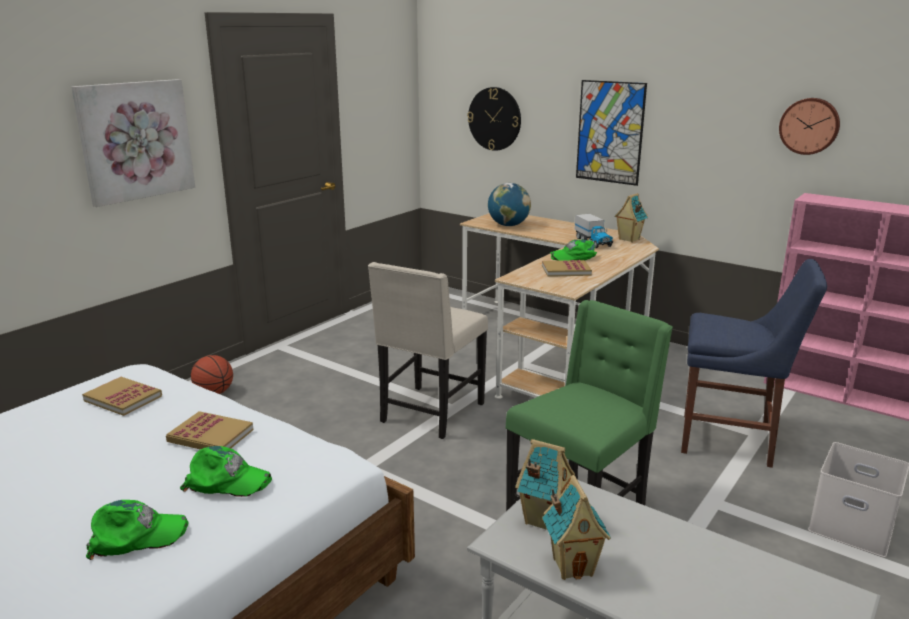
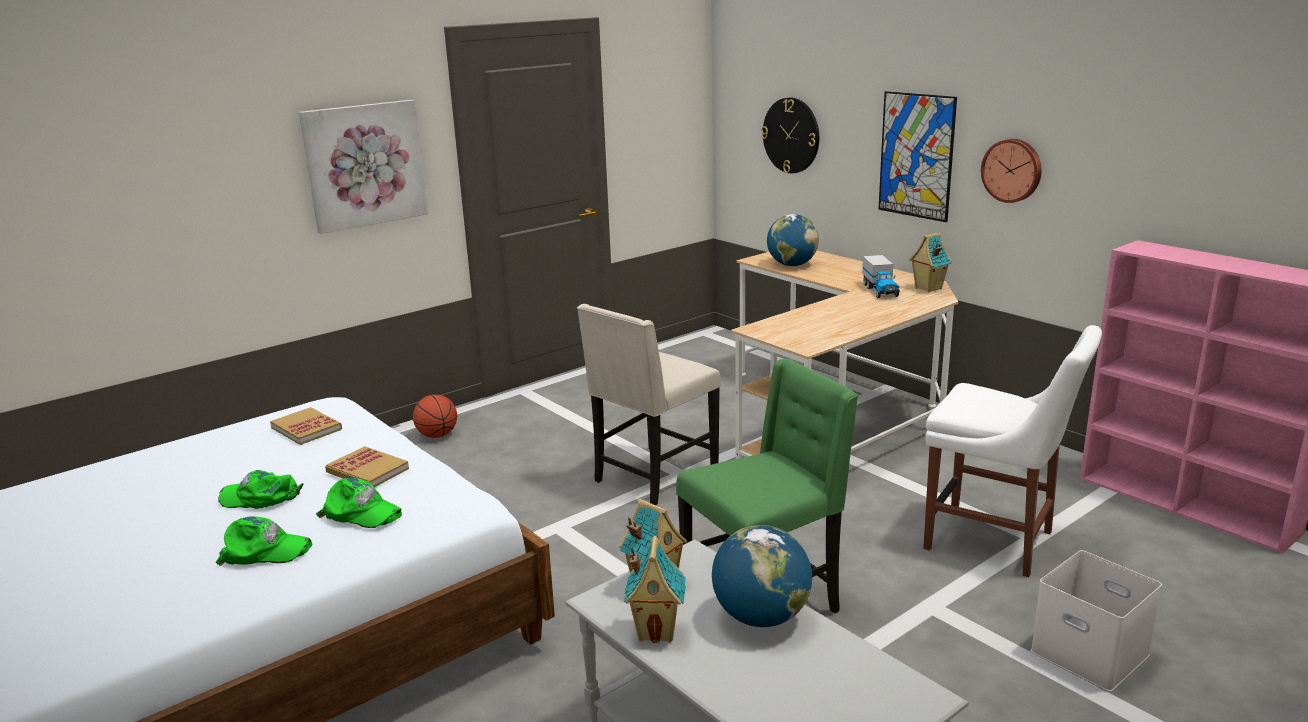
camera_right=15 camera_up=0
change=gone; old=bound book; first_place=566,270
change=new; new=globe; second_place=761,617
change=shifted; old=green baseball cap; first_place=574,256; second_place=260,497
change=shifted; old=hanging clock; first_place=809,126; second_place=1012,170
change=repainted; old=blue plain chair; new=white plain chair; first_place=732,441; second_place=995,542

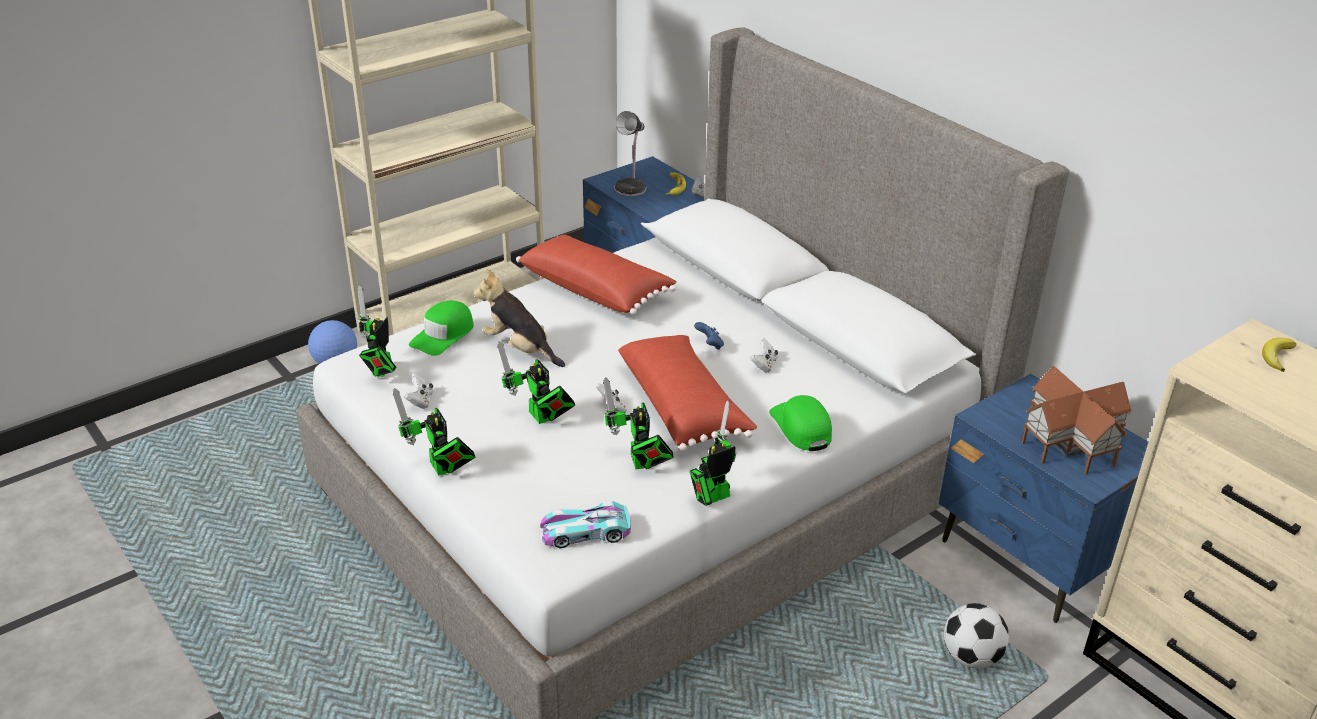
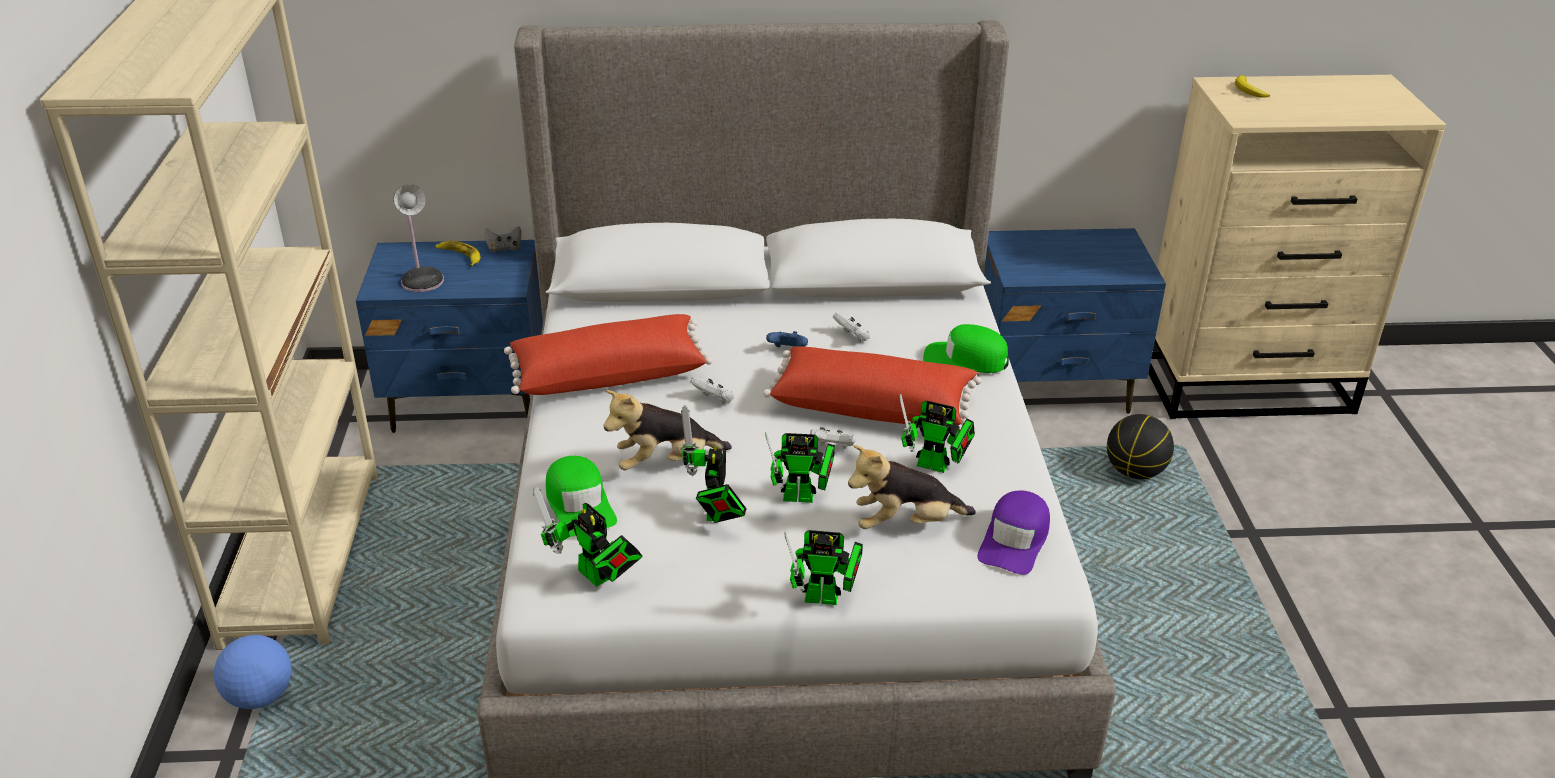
camera_right=-55 camera_up=0
change=gone; old=toy house; first_place=1070,443
change=new; new=cuddly toy; second_place=905,524
change=shifted; old=white joypad; first_place=420,401; second_place=714,400
change=shifted; old=model robot; first_place=711,498; second_place=715,515
change=swapped; old=miniature car; new=purple baseball cap; first_place=585,532; second_place=1015,540
change=swapped; old=football ball; new=basketball ball; first_place=971,657; second_place=1135,472

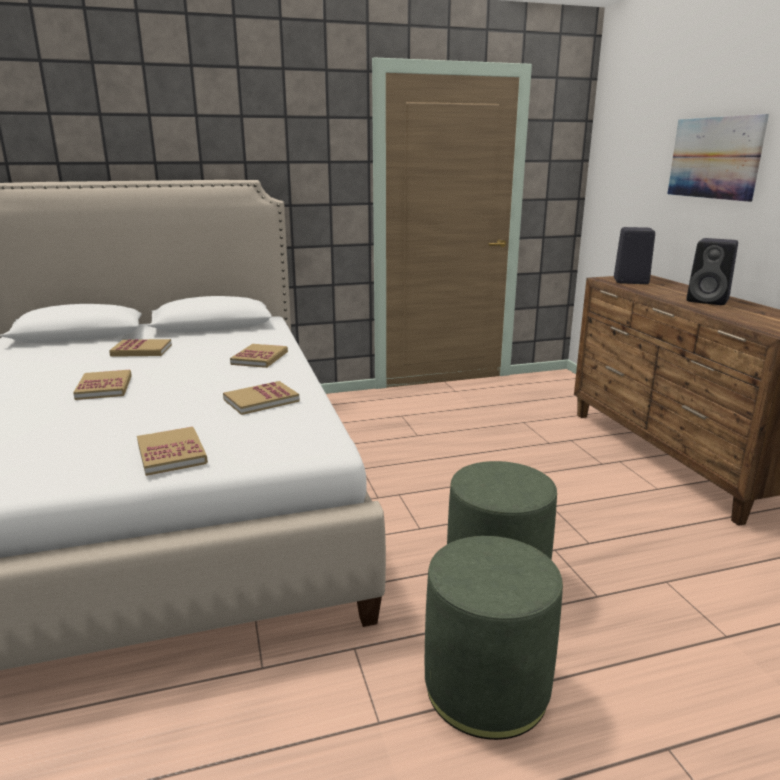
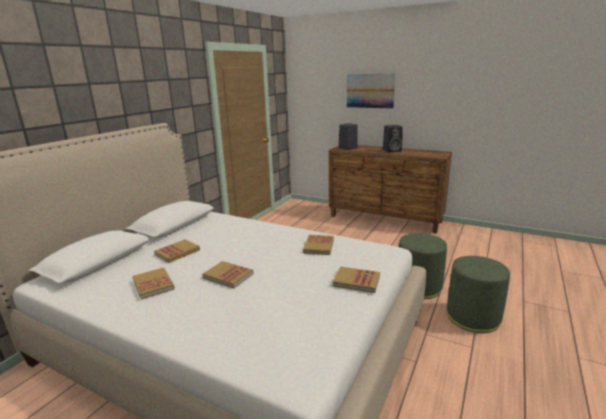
camera_right=-45 camera_up=0
change=shifted; old=bound book; first_place=260,358; second_place=153,284

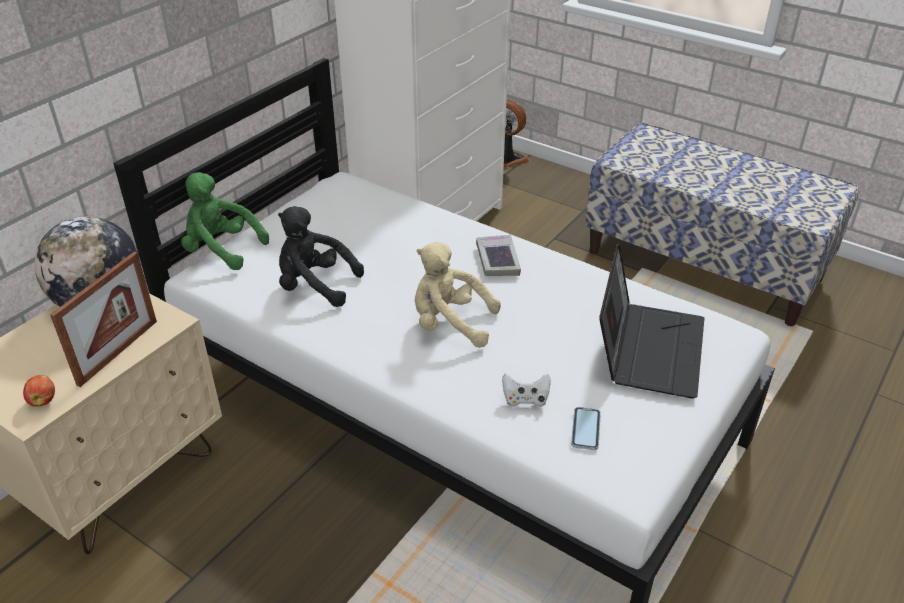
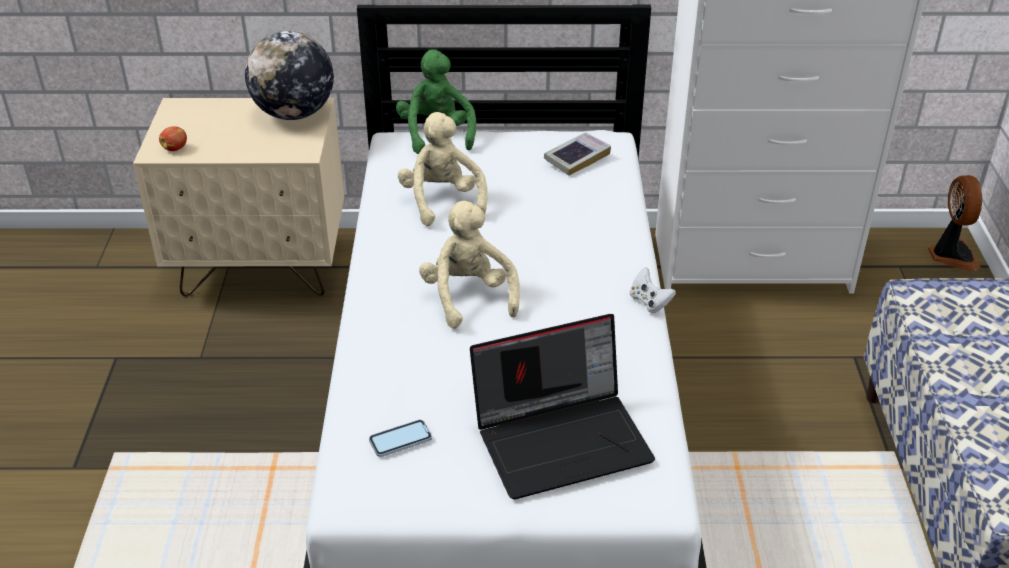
camera_right=55 camera_up=0
change=gone; old=standing frame; first_place=118,352
change=shifted; old=bound book; first_place=497,260; second_place=577,158
change=shifted; old=white joypad; first_place=525,399; second_place=649,302
change=repainted; old=black cuddly toy; new=sand-coloured cuddly toy; first_place=315,286; second_place=442,201

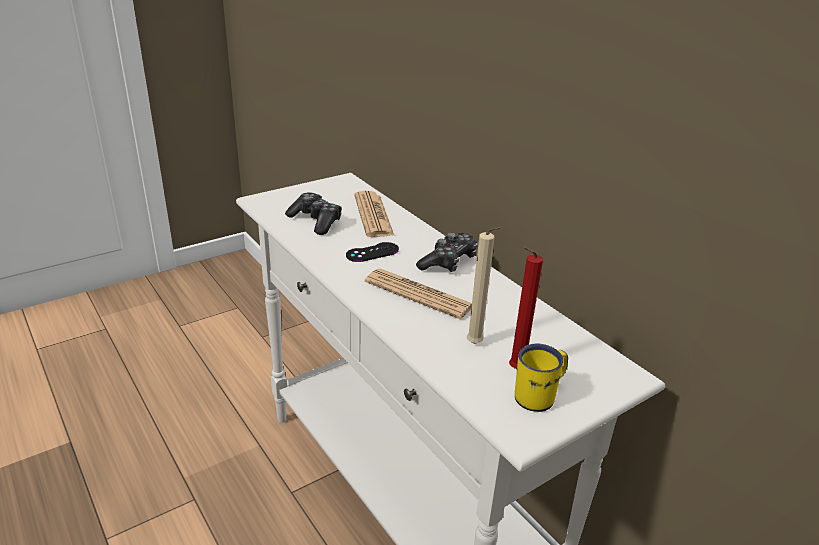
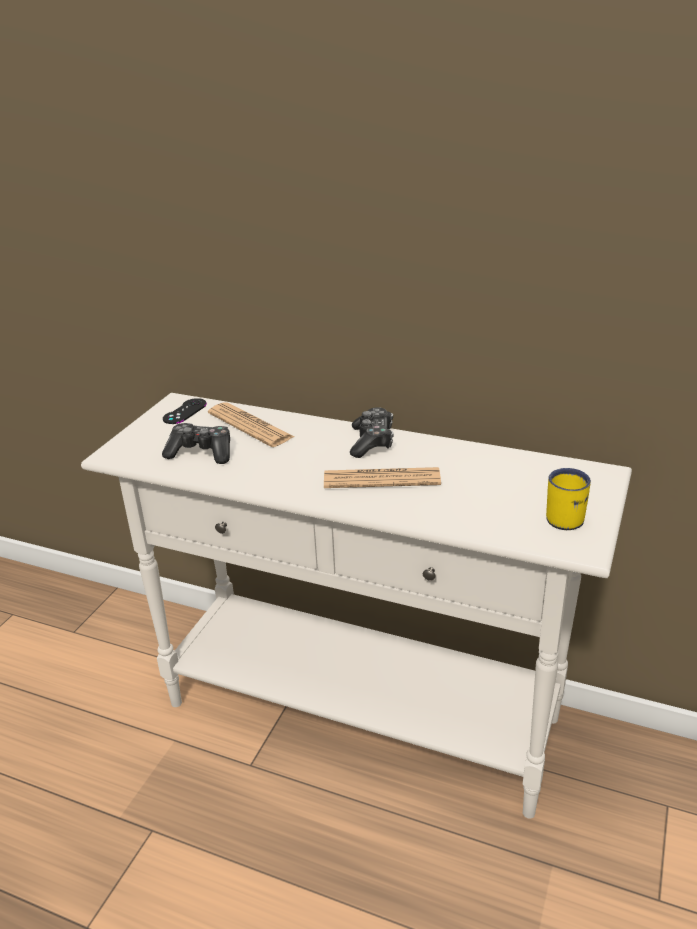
camera_right=-30 camera_up=0
change=gone; old=sand-coloured wax candle; first_place=476,345
change=gone; old=red-coloured wax candle; first_place=514,370
change=shifted; old=black joypad; first_place=372,252; second_place=185,411

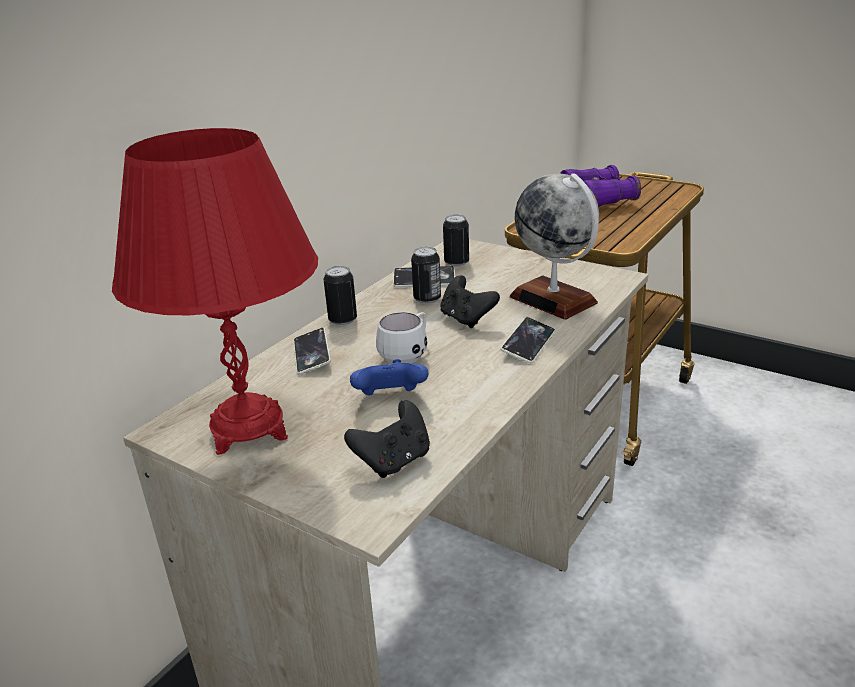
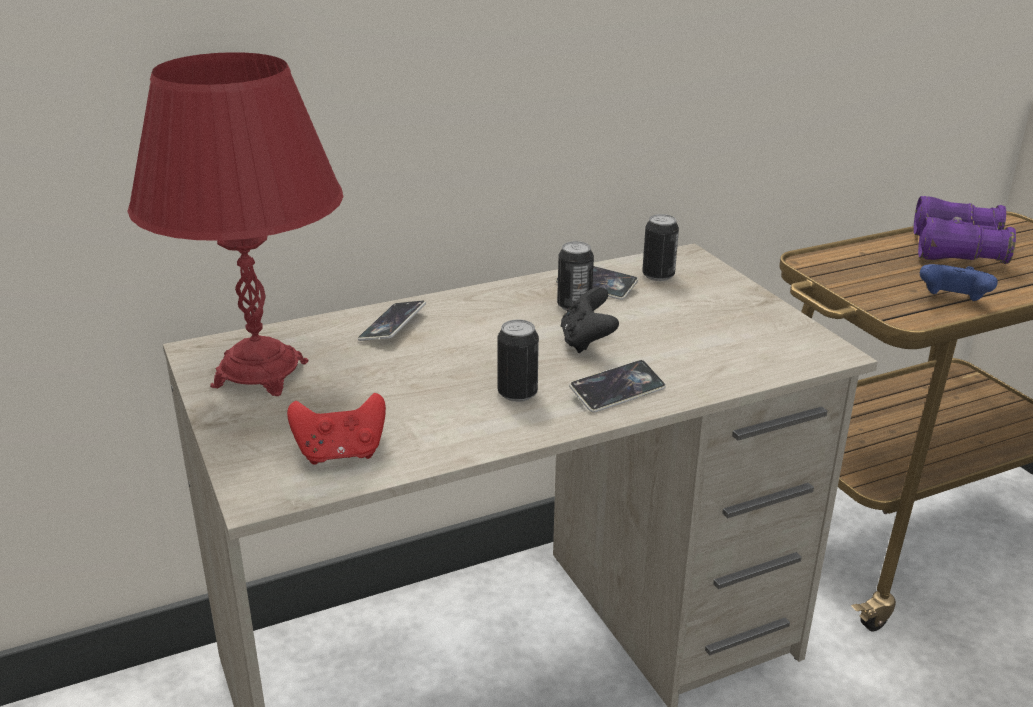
camera_right=30 camera_up=0
change=gone; old=white coffee mug; first_place=408,355
change=gone; old=globe; first_place=553,300
change=shifted; old=can; first_place=343,320; second_place=517,393
change=shifted; old=blue joypad; first_place=390,398; second_place=952,301
change=repainted; old=black joypad; new=red-coloured joypad; first_place=394,461; second_place=340,453

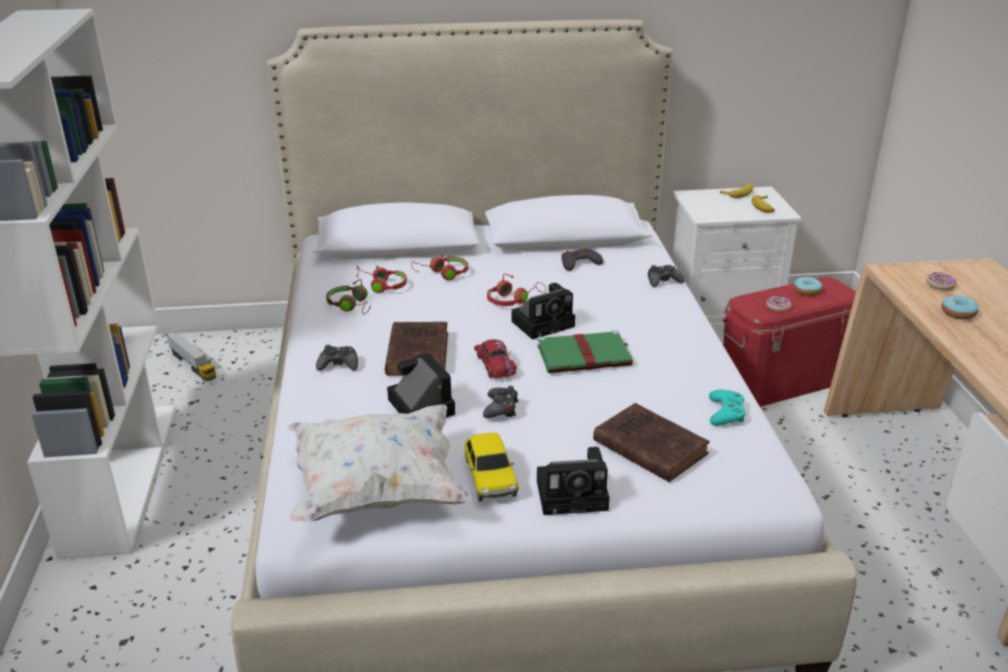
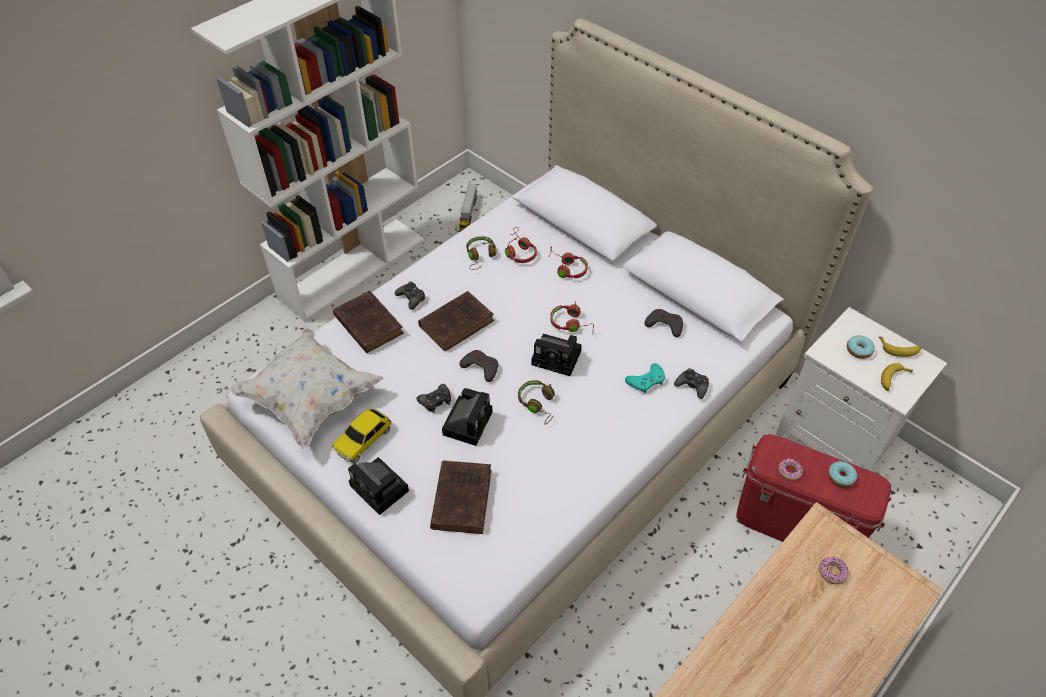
camera_right=50 camera_up=20
change=new; new=brown bound book; second_place=367,323
change=shifted; old=still camera; first_place=419,405; second_place=468,421
change=shifted; old=turquoise joypad; first_place=726,412; second_place=646,381
change=shifted; old=doughnut; first_place=958,313; second_place=859,350
change=swapped; old=red-coloured miniature car; new=grey joypad; first_place=495,365; second_place=480,367
change=swapped; old=green bound book; new=brown pair of headphones; first_place=585,356; second_place=538,404

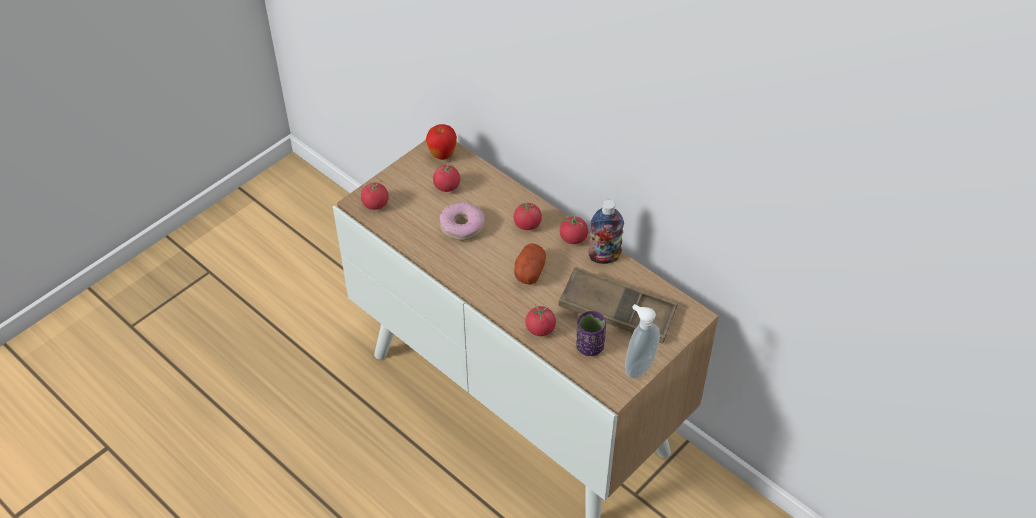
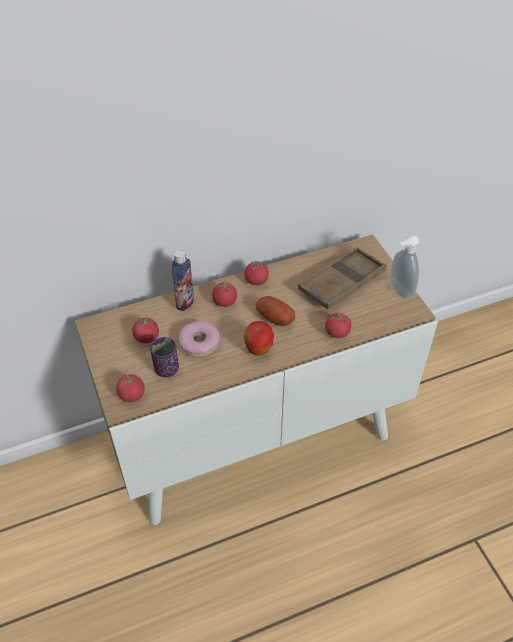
camera_right=-65 camera_up=0
change=shifted; old=apple fruit; first_place=442,155; second_place=258,350
change=shifted; old=purple drinking cup; first_place=589,346; second_place=166,369
change=shifted; old=bottle; first_place=604,257; second_place=185,302

